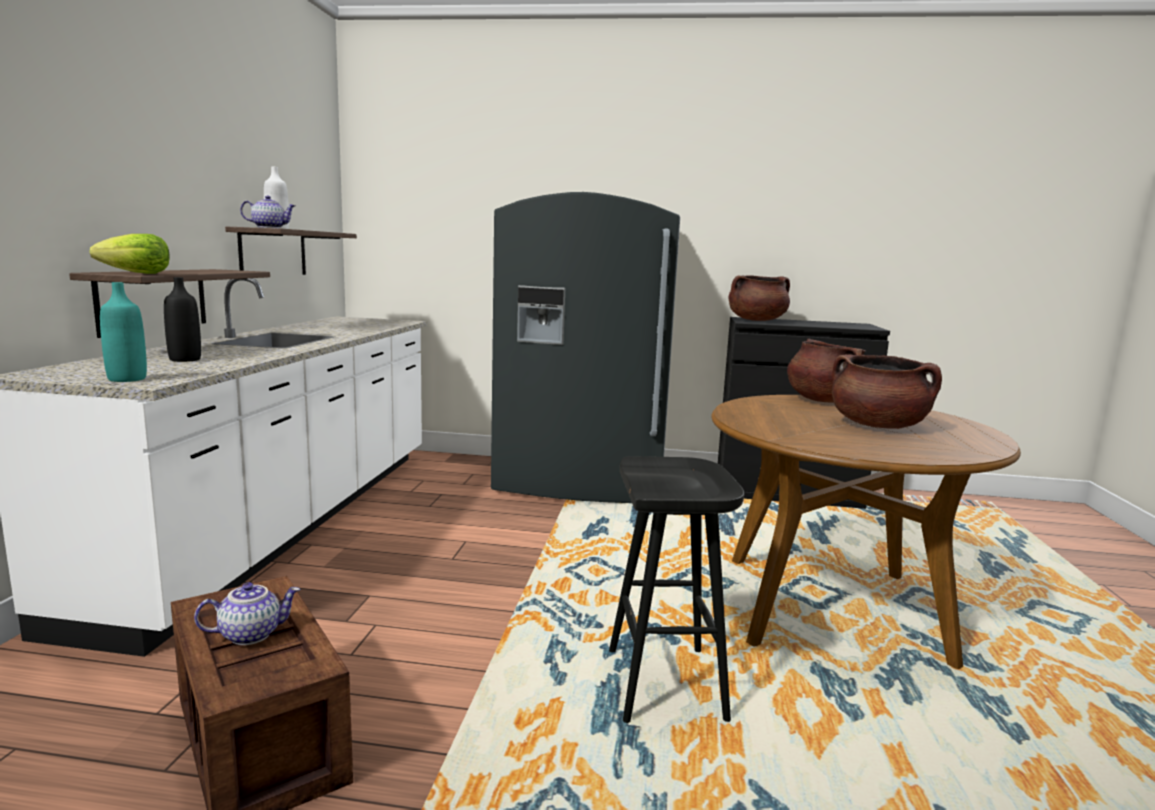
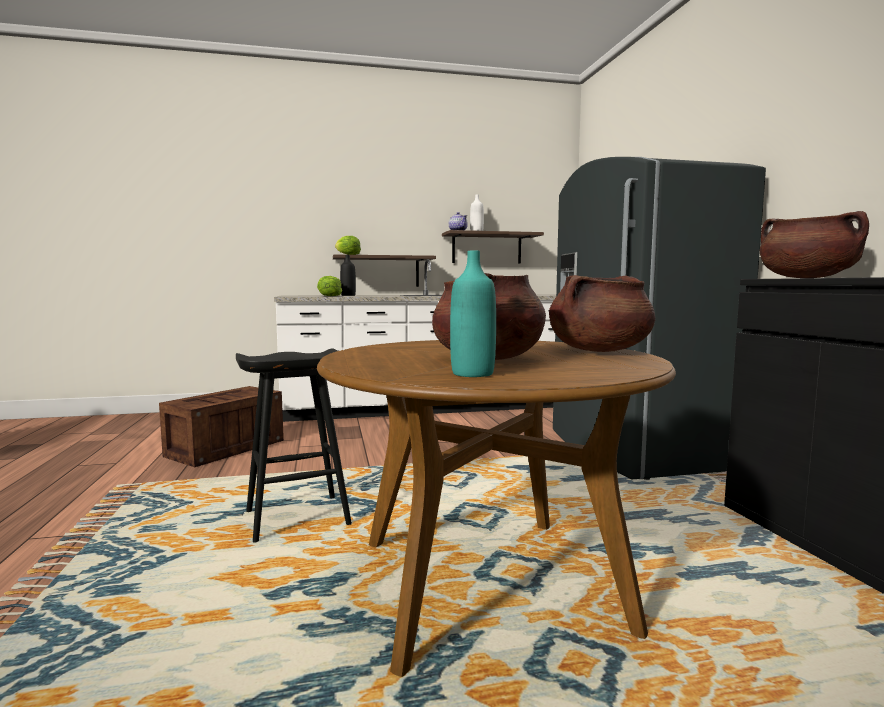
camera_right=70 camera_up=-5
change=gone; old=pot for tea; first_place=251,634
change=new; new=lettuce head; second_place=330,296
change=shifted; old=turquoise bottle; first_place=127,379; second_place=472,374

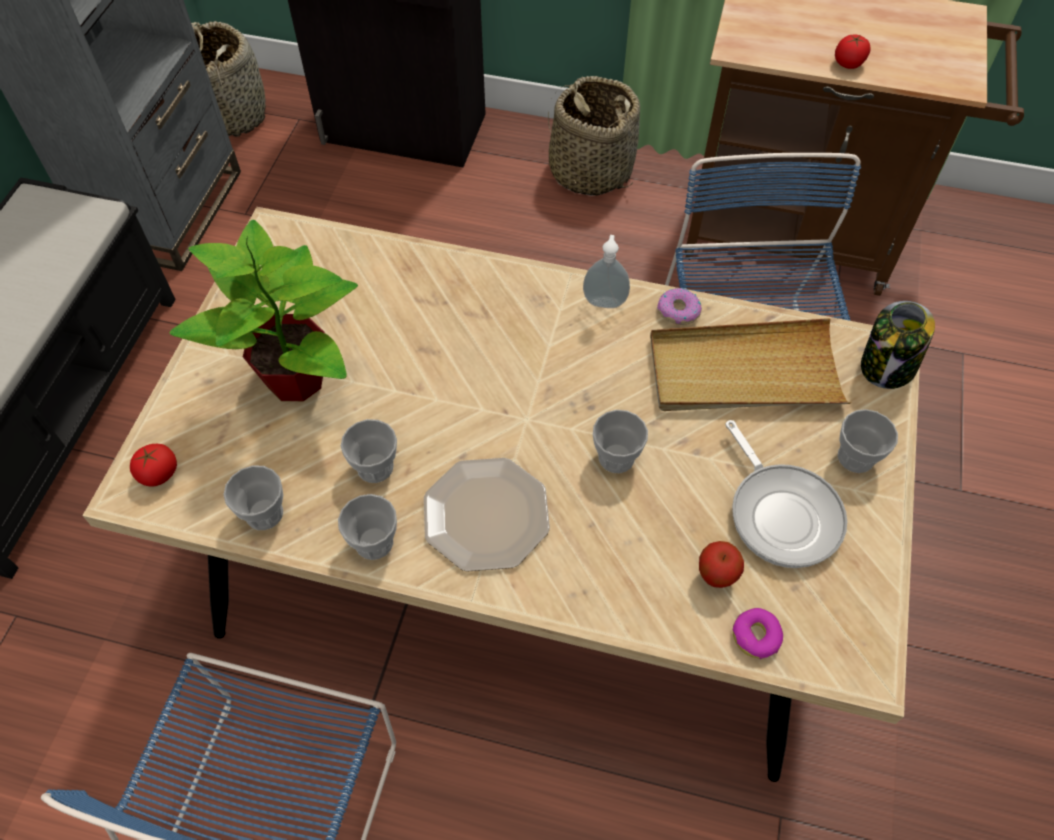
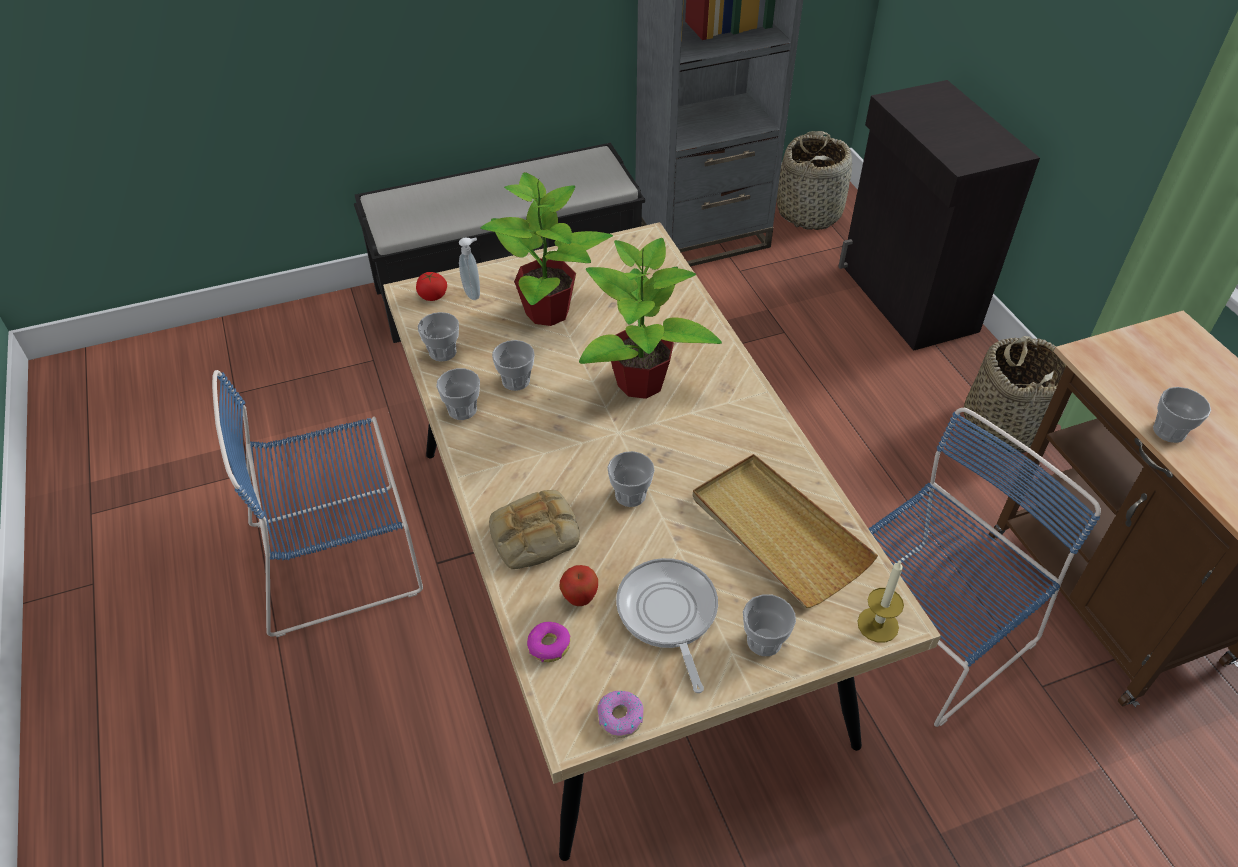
camera_right=55 camera_up=-10
change=gone; old=flat dish; first_place=487,514
change=new; new=bread; second_place=534,536
change=new; new=plant in a pot; second_place=640,383
change=shifted; old=soap dispenser; first_place=604,301; second_place=473,293
change=shifted; old=doughnut; first_place=678,311; second_place=620,717
change=swapped; old=whole tomato; new=drinking cup; first_place=848,63; second_place=1169,431
change=swapped; old=preserve jar; new=wax candle; first_place=887,367; second_place=878,624
change=rotated; old=skillet; first_place=781,513; second_place=668,614; degrees=135

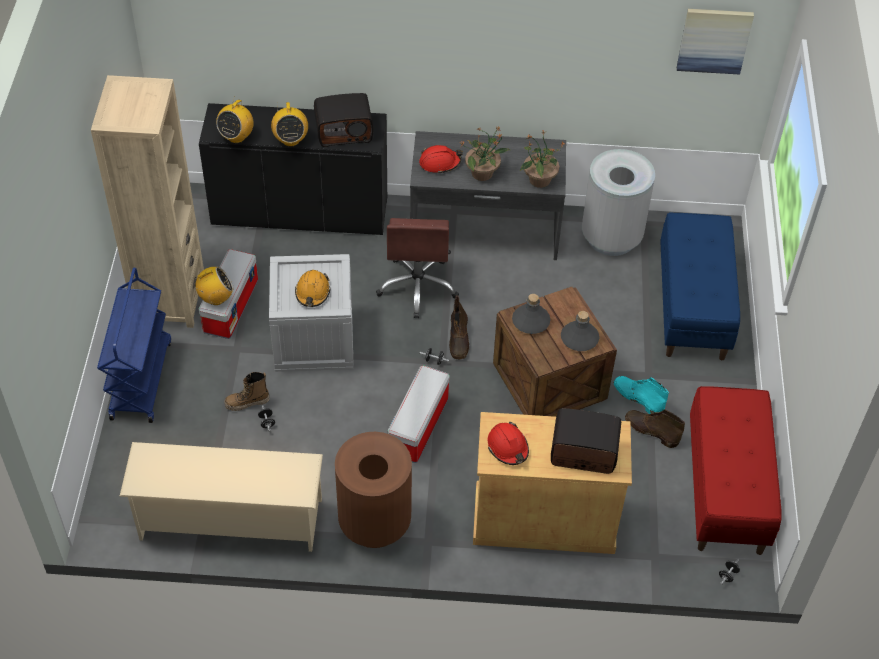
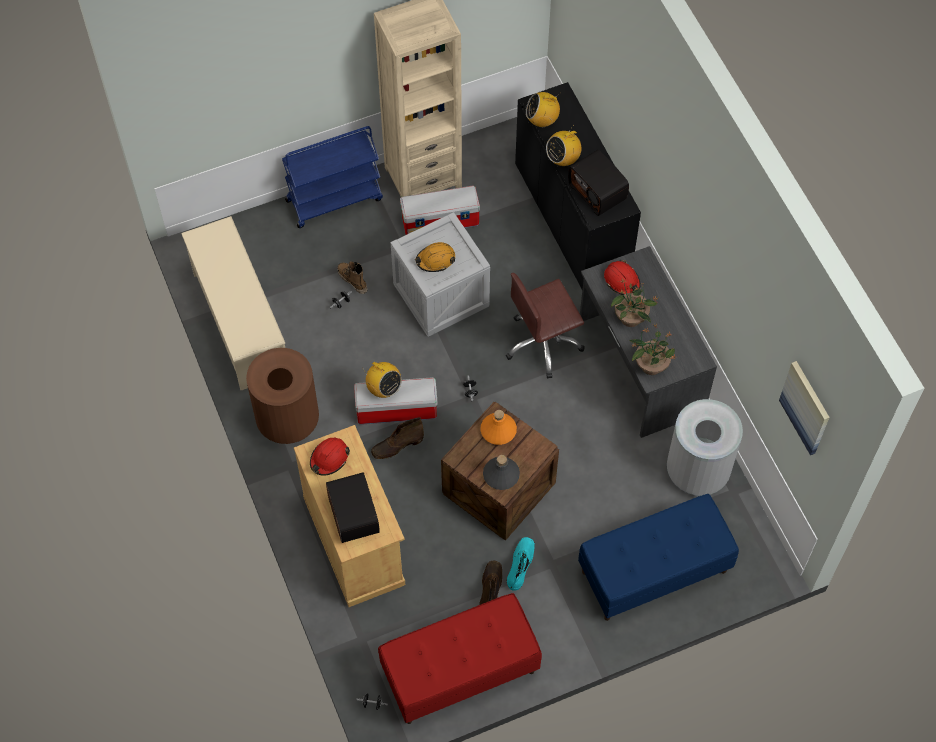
camera_right=65 camera_up=10
change=shifted; old=radio; first_place=216,298; second_place=383,388
change=shifted; old=brown high-top boot; first_place=459,339; second_place=397,446
change=repainted; old=grey bottle; new=orange bottle; first_place=530,321; second_place=498,430

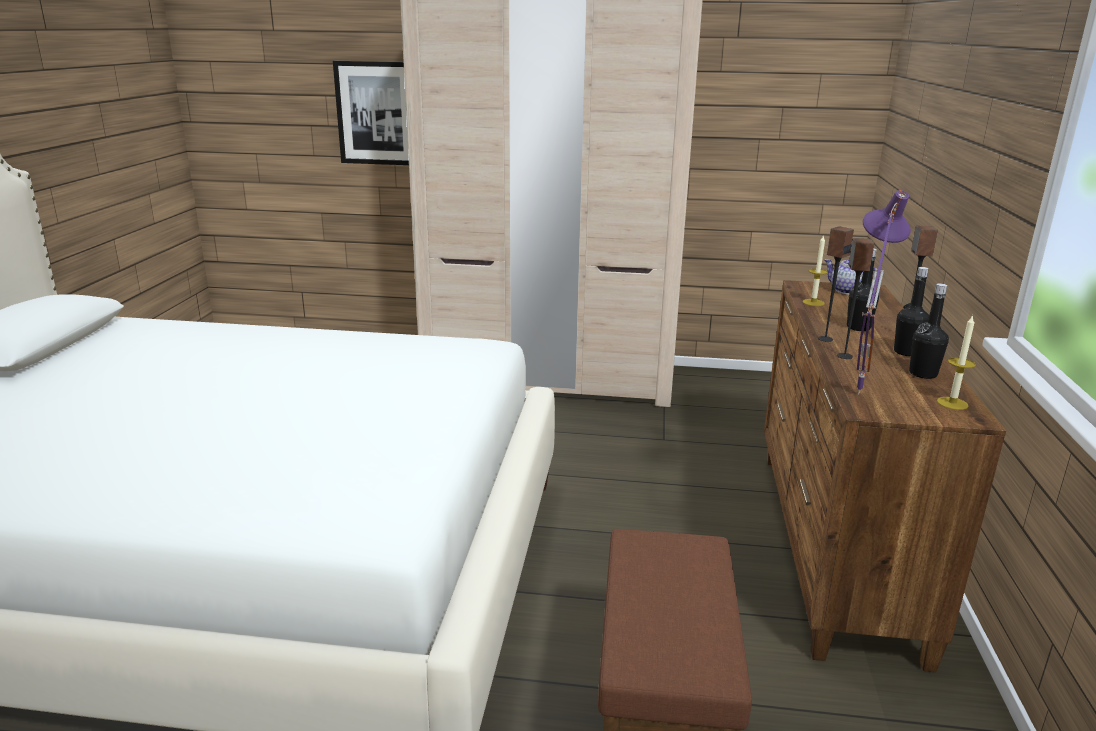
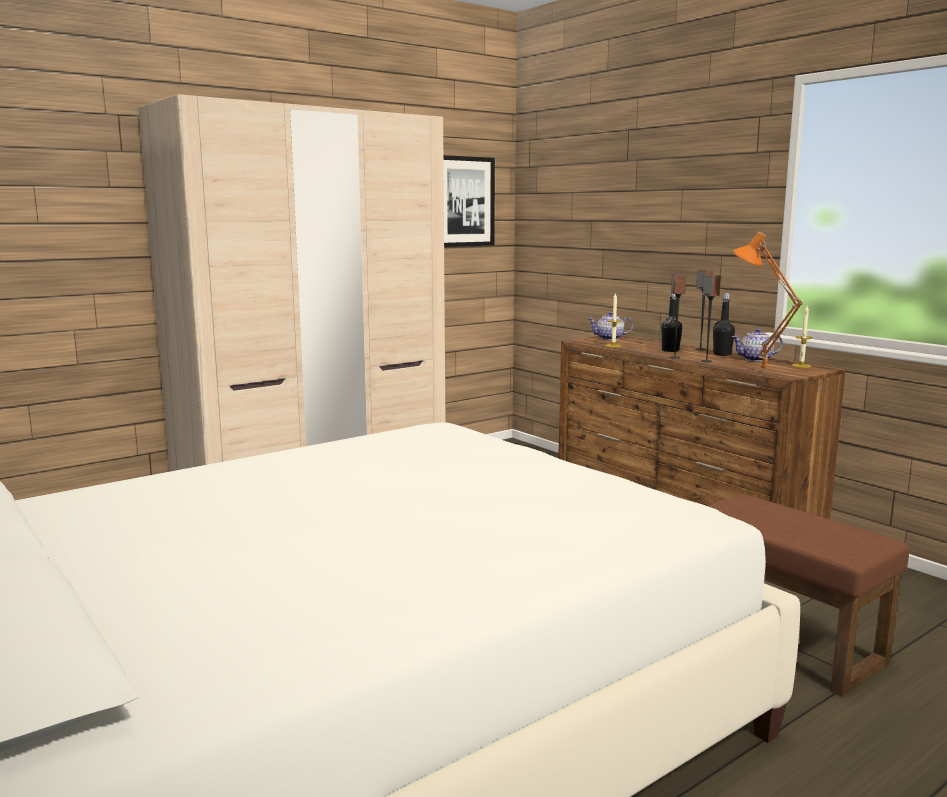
camera_right=-45 camera_up=-10
change=shifted; old=wall art; first_place=377,113; second_place=464,201
change=swapped; old=black bottle; new=pot for tea; first_place=923,374; second_place=756,359
change=repainted; old=purple tabletop lamp; new=orange tabletop lamp; first_place=854,392; second_place=760,371

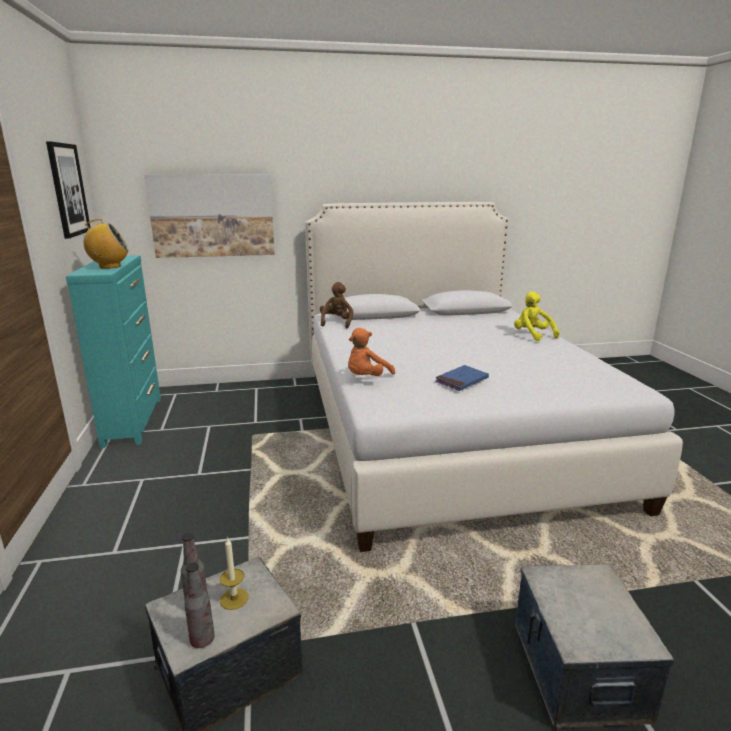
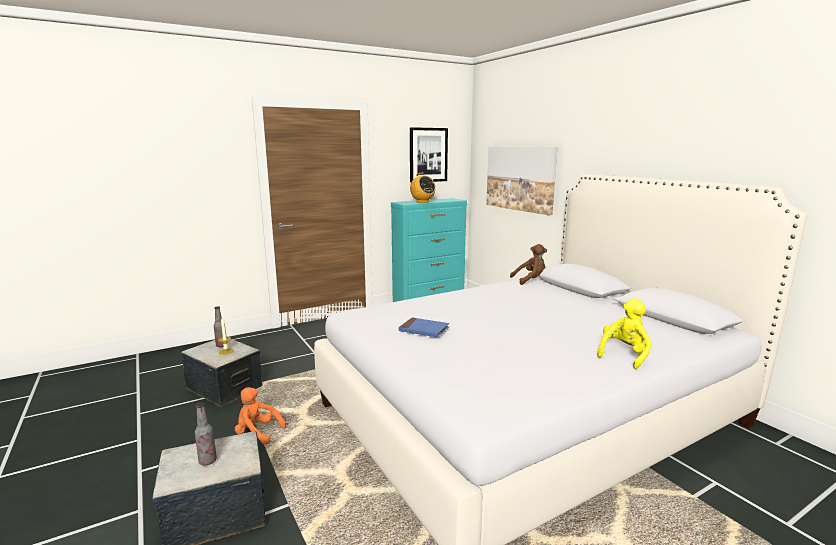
camera_right=70 camera_up=-5
change=shifted; old=bottle; first_place=202,640; second_place=207,461
change=shifted; old=orange cuddly toy; first_place=367,378; second_place=257,433

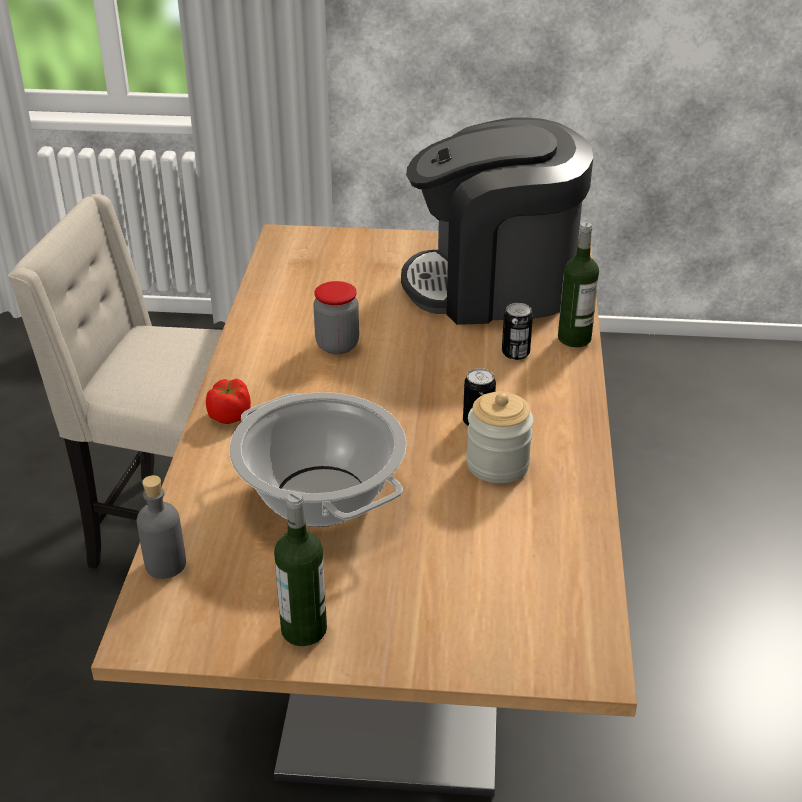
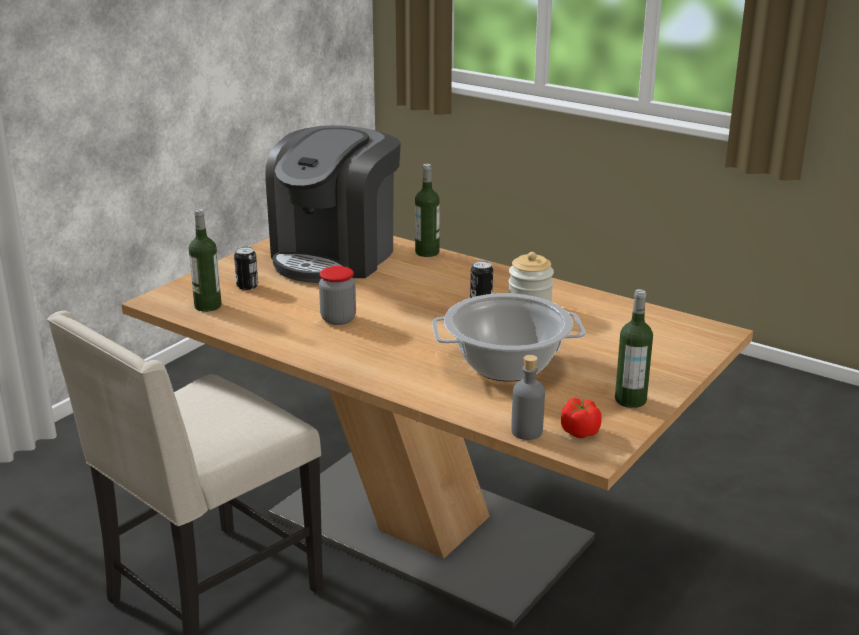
camera_right=-60 camera_up=-10
change=new; new=bottle; second_place=208,306
change=shifted; old=whole tomato; first_place=230,416; second_place=580,432
change=shifted; old=can; first_place=515,353; second_place=247,286

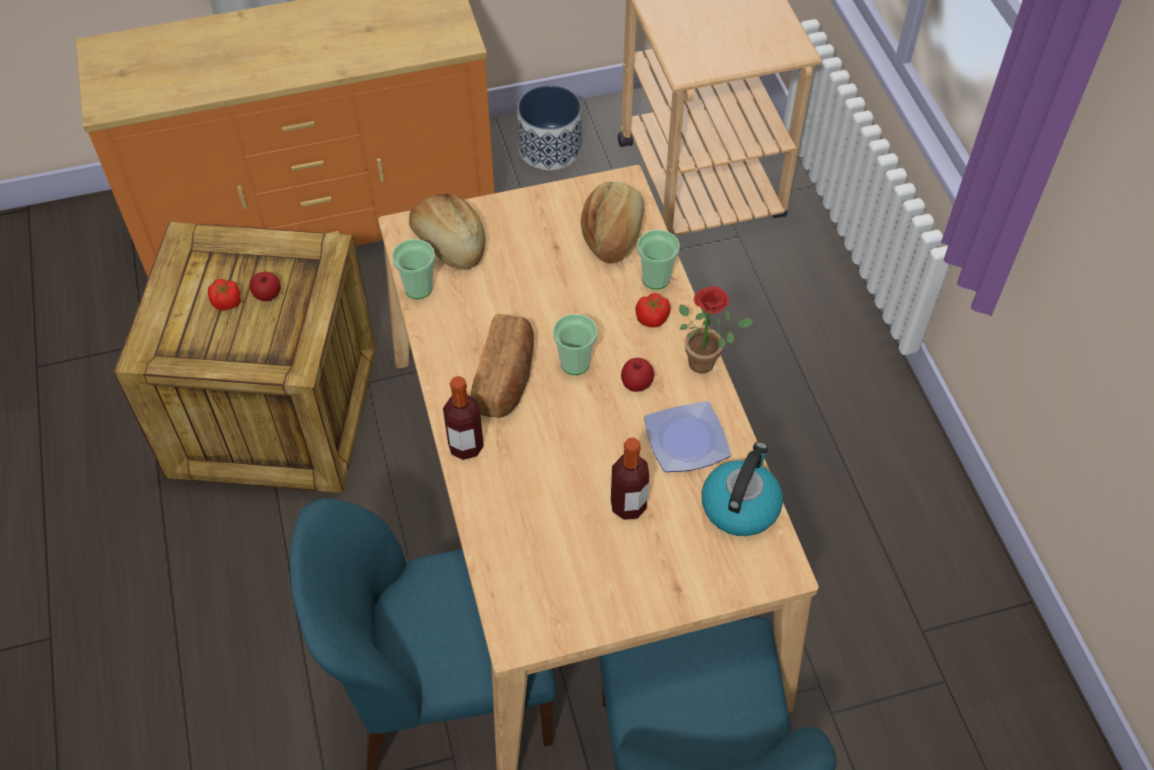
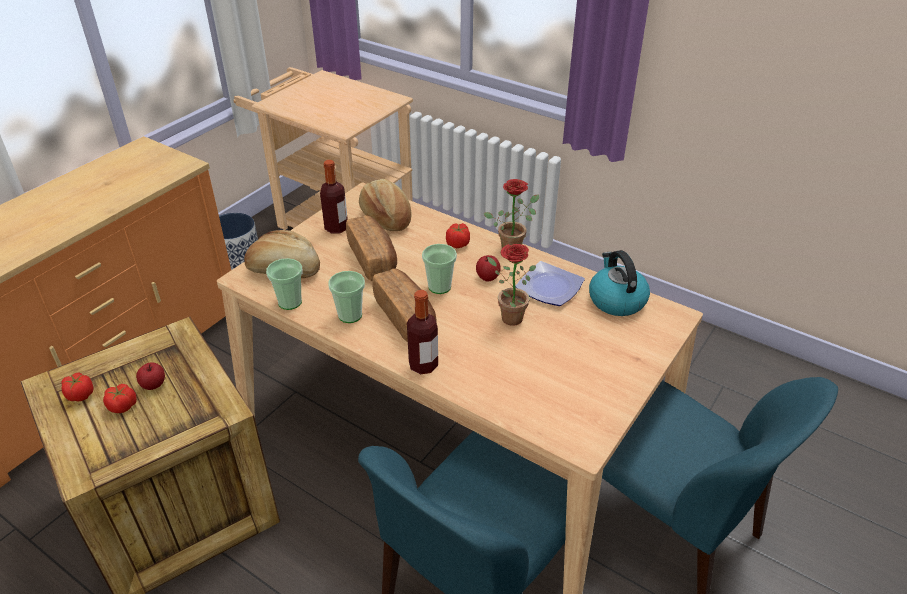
camera_right=-40 camera_up=-15
change=new; new=whole tomato; second_place=80,395
change=new; new=bread; second_place=373,259
change=new; new=plant in a pot; second_place=507,317
change=shifted; old=bottle; first_place=628,505; second_place=336,228
change=shifted; old=drinking cup; first_place=655,278; second_place=350,315

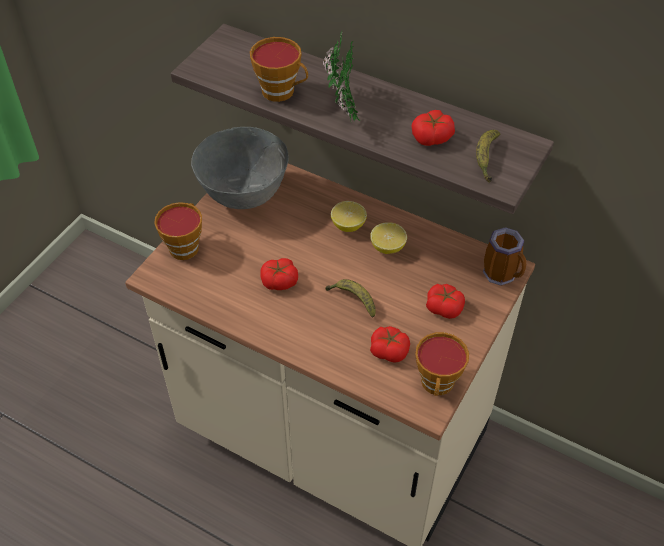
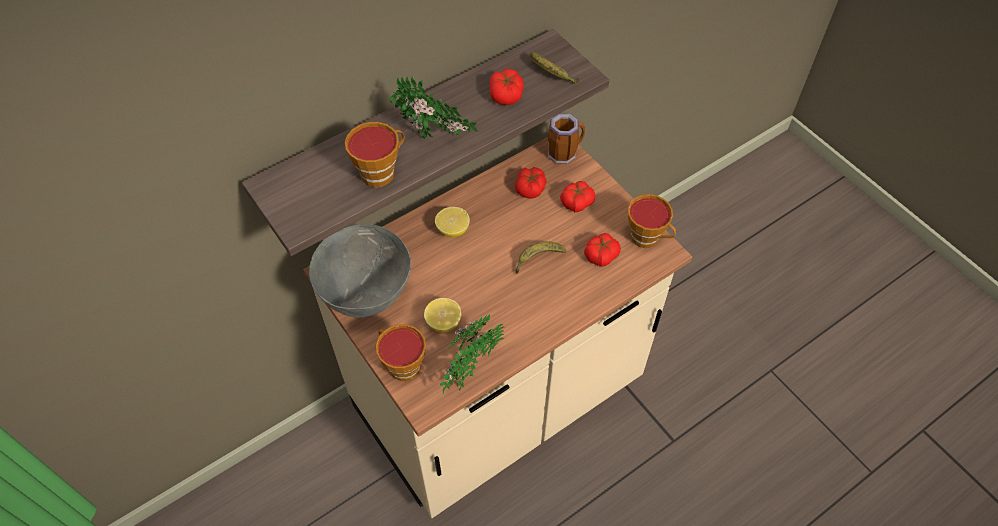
camera_right=-65 camera_up=5
change=new; new=plant in a pot; second_place=469,369
change=shifted; old=whole tomato; first_place=279,281; second_place=530,188
change=shifted; old=lemon; first_place=387,247; second_place=443,322

